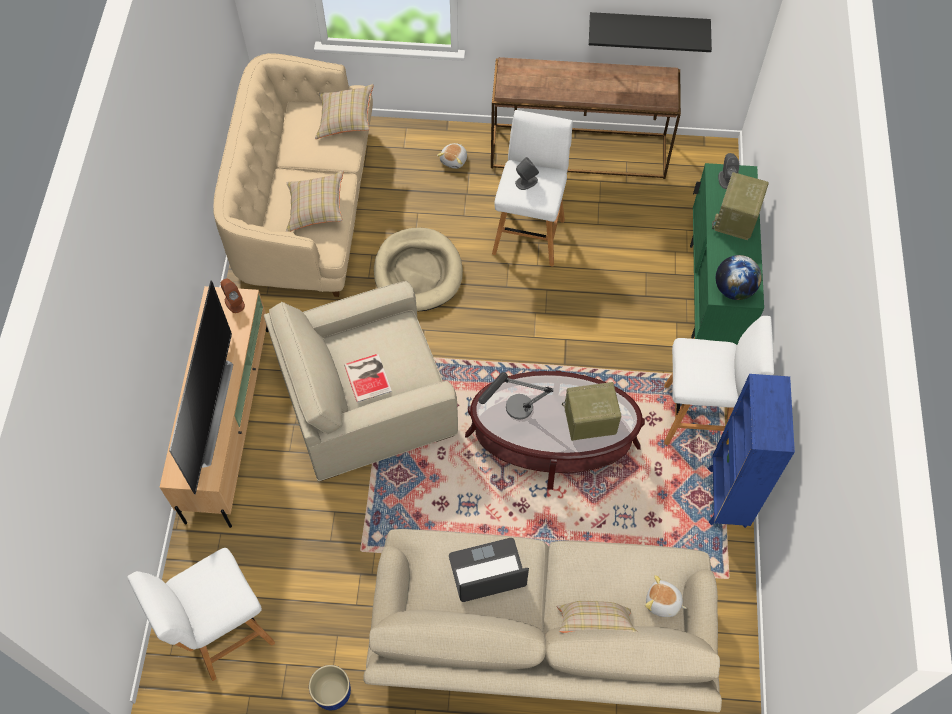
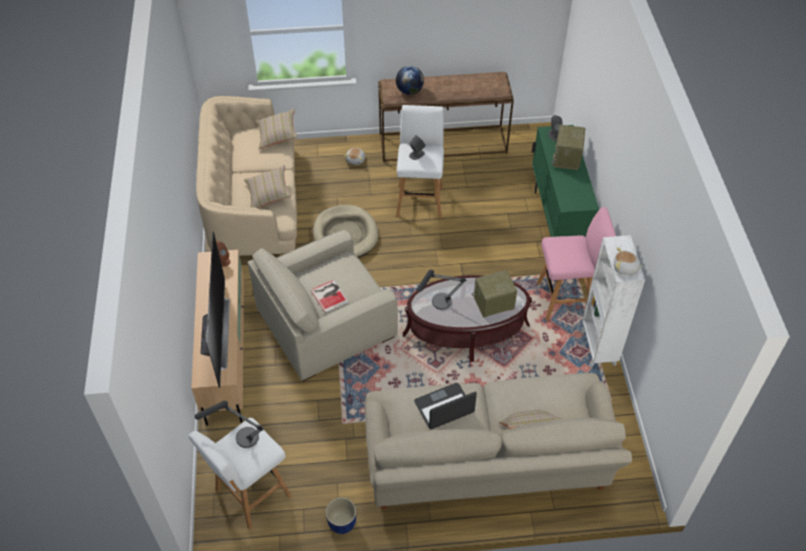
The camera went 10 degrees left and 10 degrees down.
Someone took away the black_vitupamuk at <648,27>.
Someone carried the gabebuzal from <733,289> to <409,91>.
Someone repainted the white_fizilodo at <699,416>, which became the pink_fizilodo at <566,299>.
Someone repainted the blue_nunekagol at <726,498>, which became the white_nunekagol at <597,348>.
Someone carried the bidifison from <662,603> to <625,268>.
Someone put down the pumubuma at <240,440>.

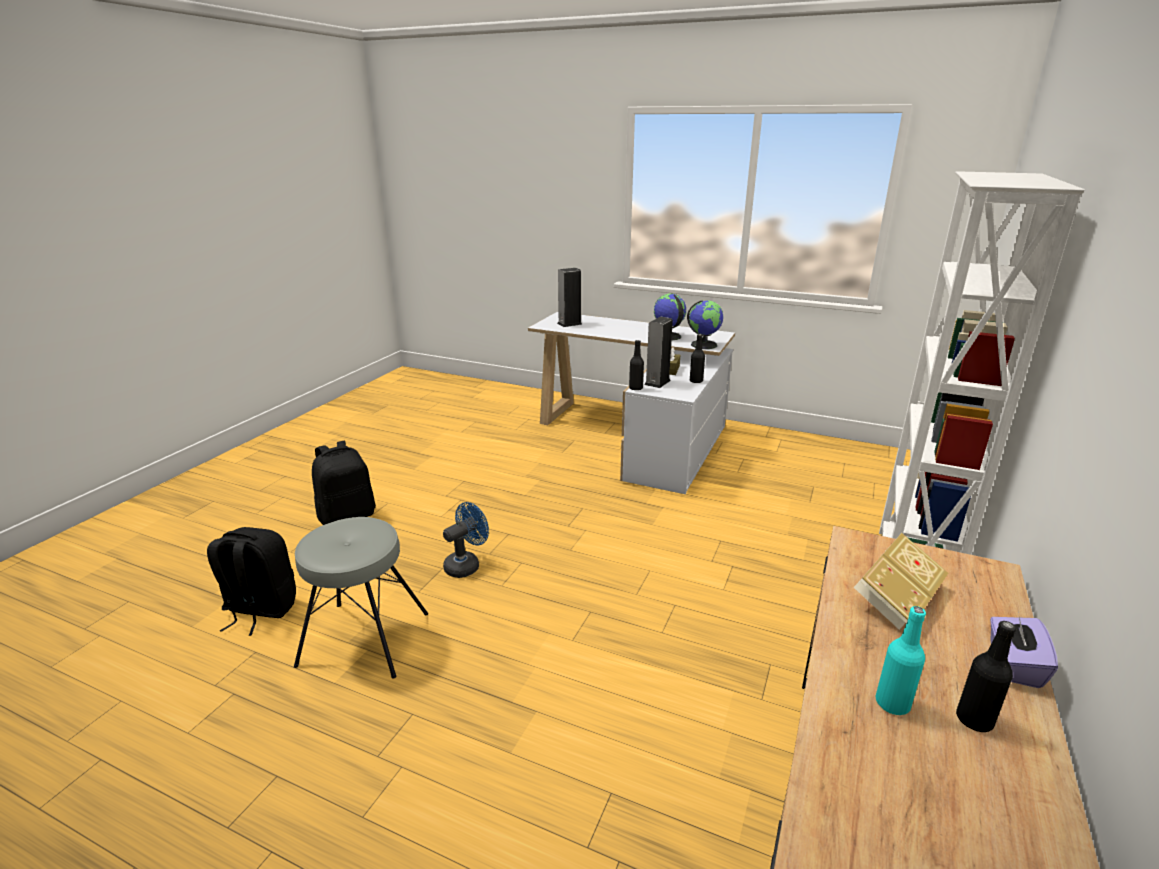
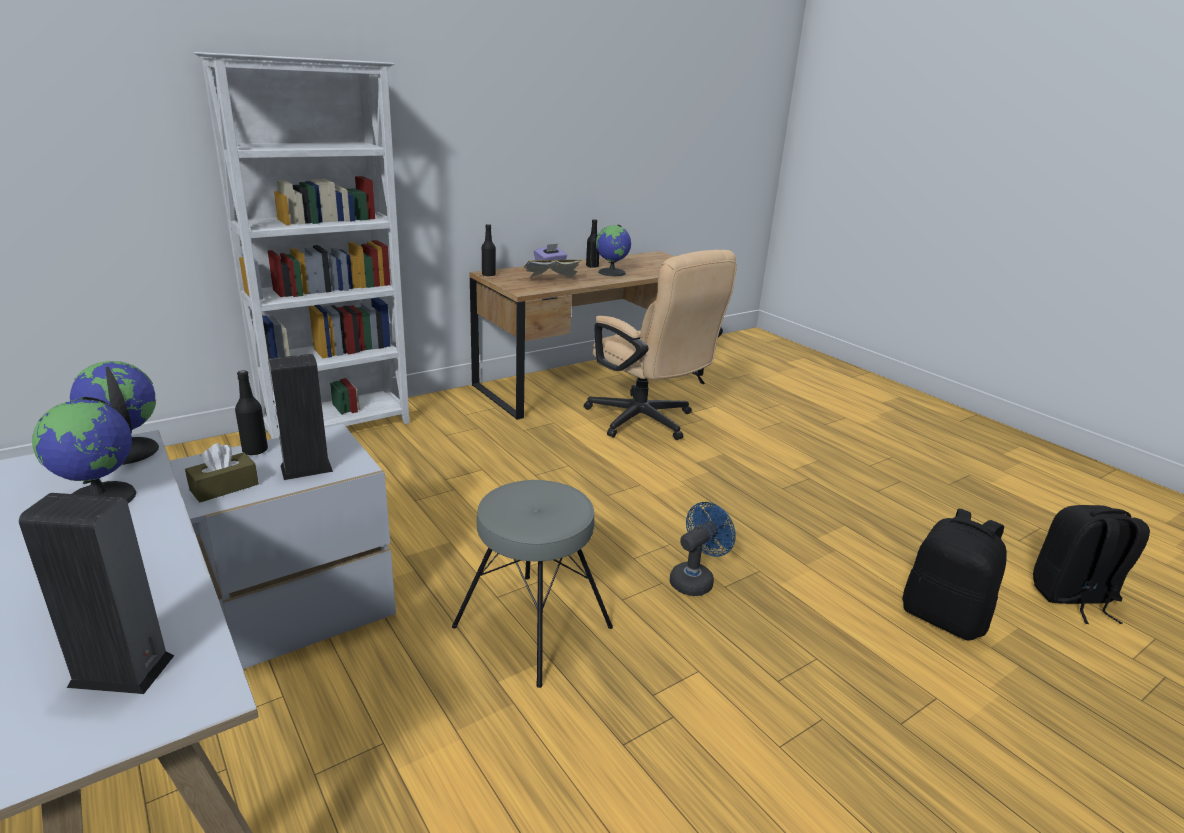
The camera went 150 degrees left and 0 degrees up.
Someone carried the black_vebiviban from <635,388> to <488,275>.
Someone carried the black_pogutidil from <347,516> to <1073,597>.
Someone rotated the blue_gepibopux at <466,565> by 150 degrees clockwise.
Someone carried the grey_fizilodo from <364,640> to <533,625>.
Someone swapped the turquoise_vebiviban at <892,703> for the gabebuzal at <612,272>.
Someone put down the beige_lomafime at <647,422>.

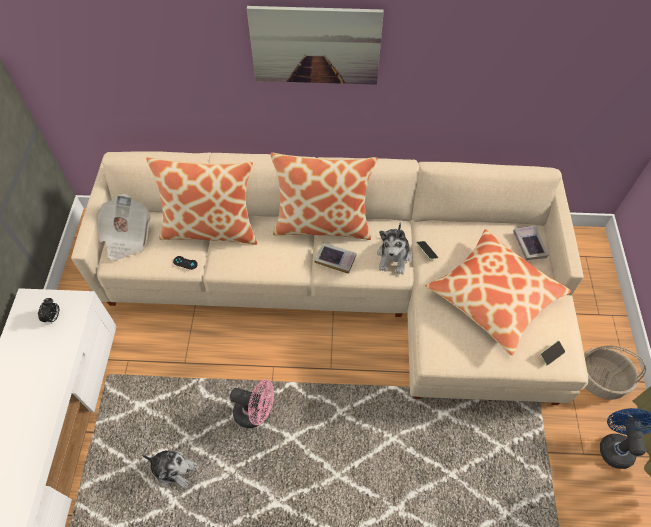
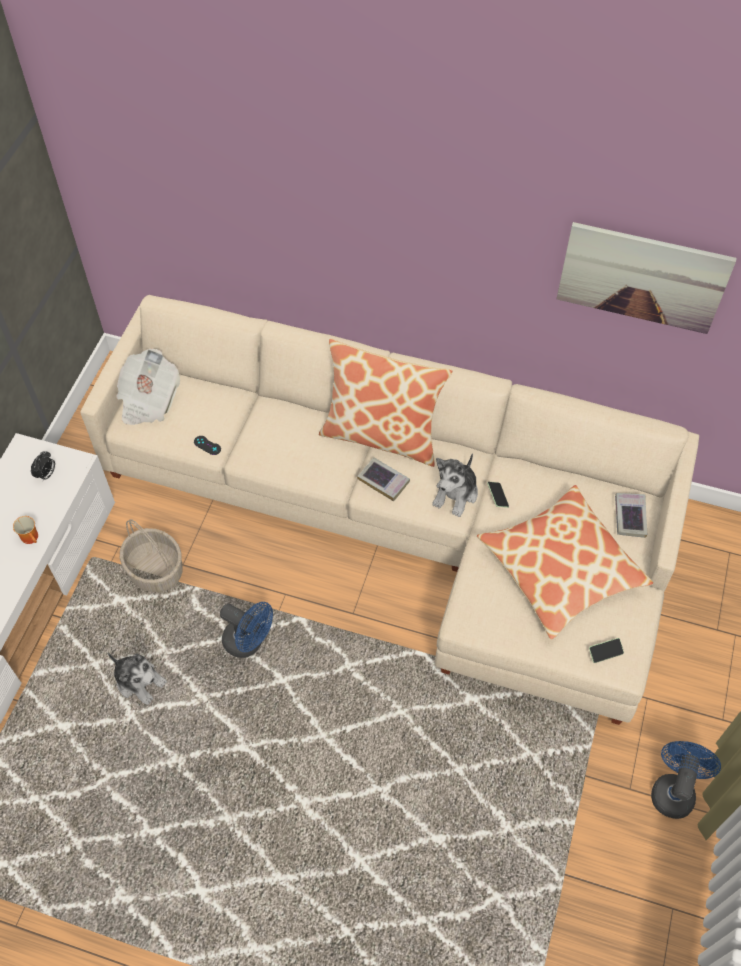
The camera went 15 degrees right and 0 degrees up.
Someone carried the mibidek from <315,45> to <642,277>.
Someone took away the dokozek at <211,228>.
Someone carried the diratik from <600,380> to <156,570>.
Someone repainted the pink_gepibopux at <255,413>, which became the blue_gepibopux at <249,643>.
Someone put down the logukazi at <32,537>.

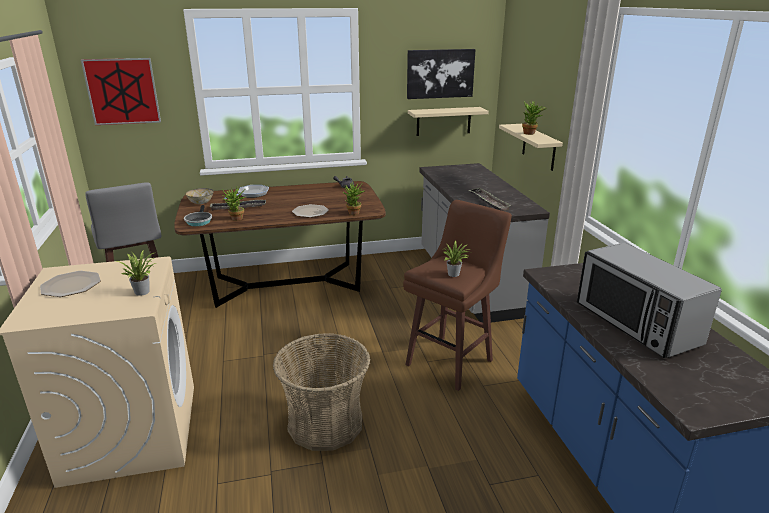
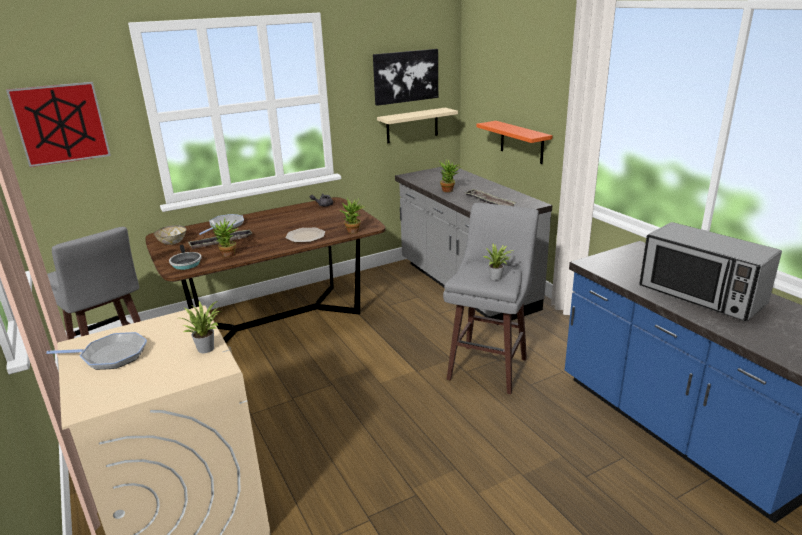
The camera went 15 degrees left and 0 degrees up.
Someone carried the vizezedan from <531,133> to <449,190>.
Someone repainted the beige_vitupamuk at <539,147>, which became the orange_vitupamuk at <521,142>.
Someone repainted the brown_fizilodo at <451,361>, which became the grey_fizilodo at <489,367>.
Someone swapped the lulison at <71,285> for the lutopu at <111,356>.
Someone took away the diratik at <325,423>.

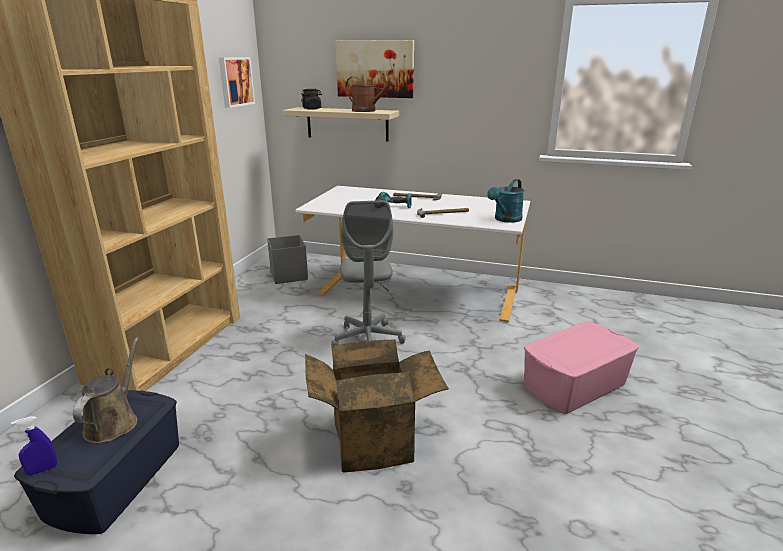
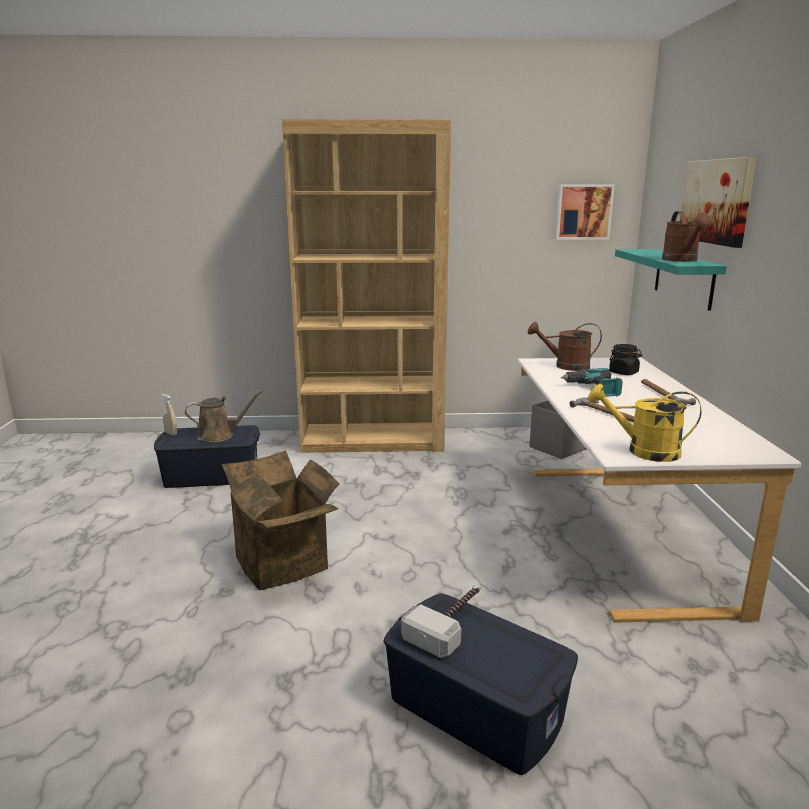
The camera went 70 degrees right and 5 degrees down.
Someone carried the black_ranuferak from <312,109> to <623,373>.
Someone repainted the beige_vitupamuk at <347,124>, which became the turquoise_vitupamuk at <683,278>.
Someone repainted the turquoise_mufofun at <505,219>, which became the yellow_mufofun at <643,451>.
Someone took away the grey_lomafime at <368,340>.
Someone repainted the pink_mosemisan at <574,384>, which became the blue_mosemisan at <476,707>.
Someone repainted the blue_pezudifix at <42,470>, which became the beige_pezudifix at <171,433>.
Someone put down the brown_mufofun at <565,366>.
Someone put down the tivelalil at <451,623>.

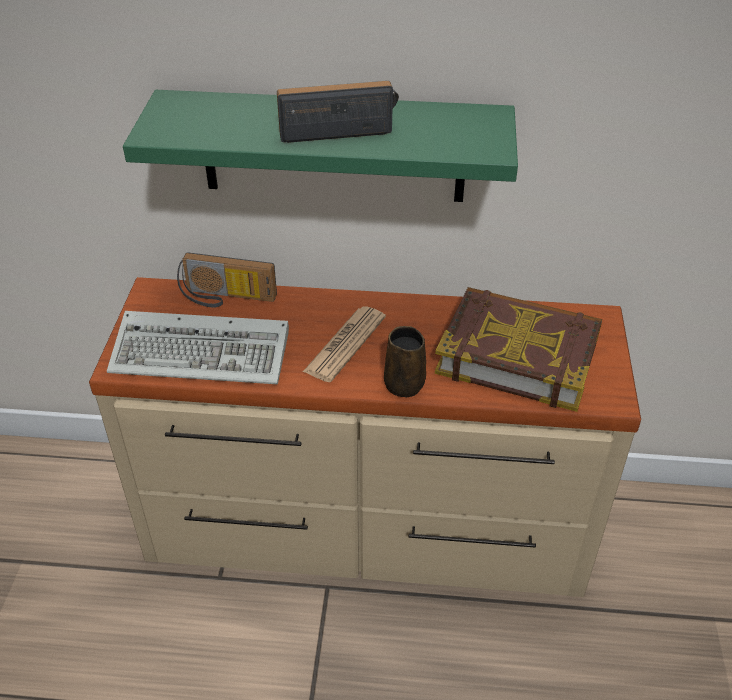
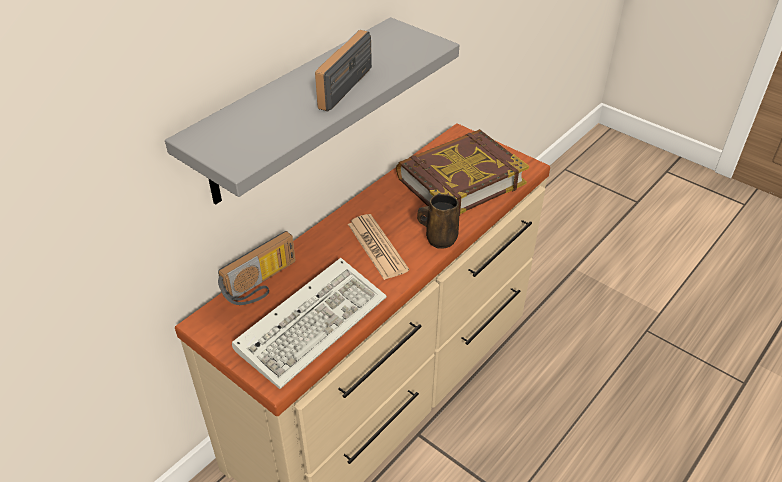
The camera went 55 degrees left and 0 degrees up.
Someone repainted the green_vitupamuk at <333,147>, which became the grey_vitupamuk at <294,112>.

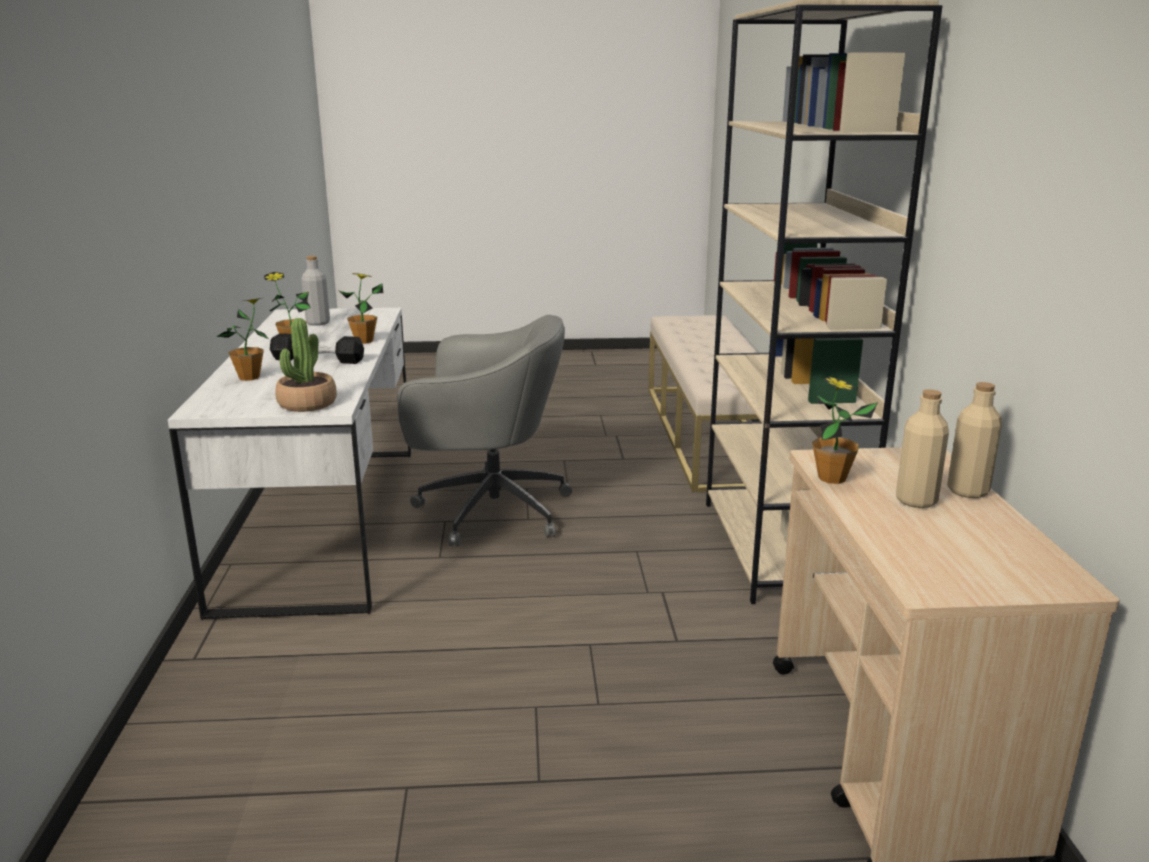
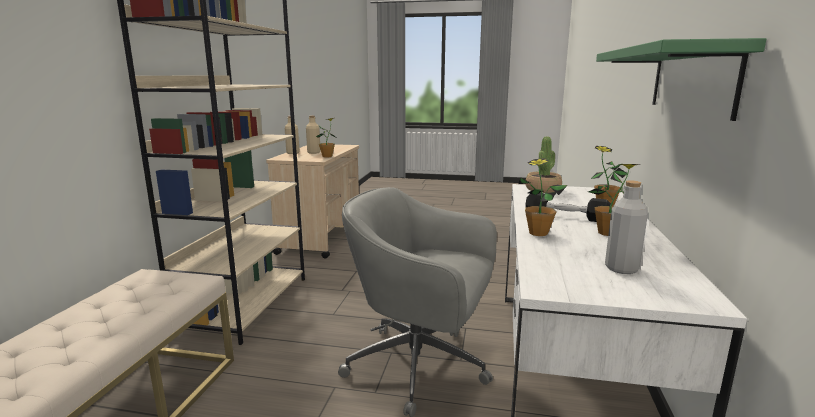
The camera went 165 degrees left and 5 degrees down.
Someone put up the green_vitupamuk at <691,80>.

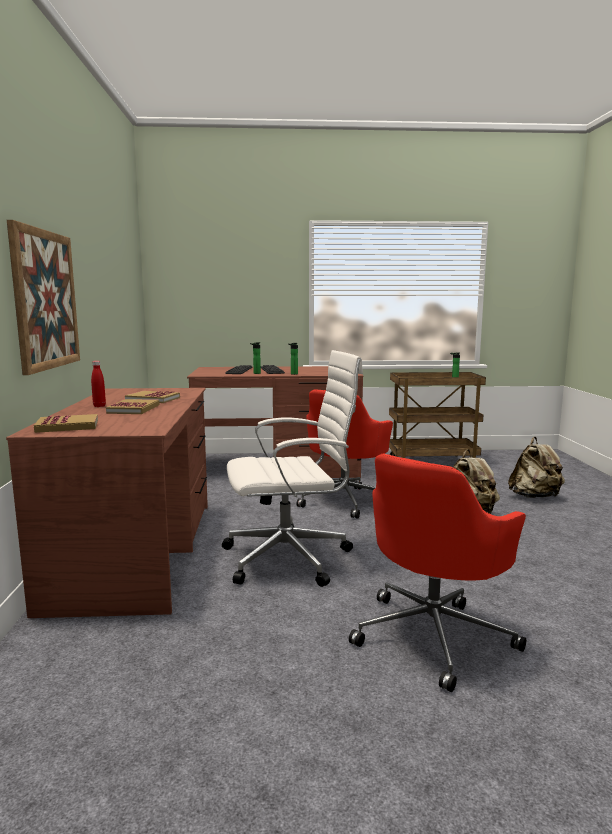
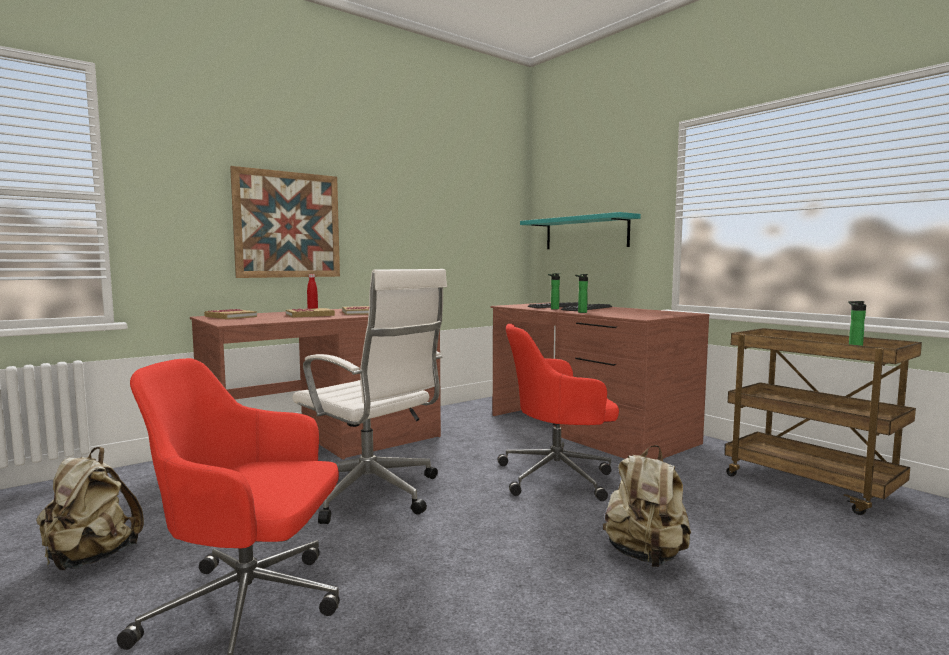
The camera went 55 degrees right and 5 degrees down.
Someone carried the beige_pogutidil from <534,496> to <90,559>.
Someone put up the turquoise_vitupamuk at <586,233>.

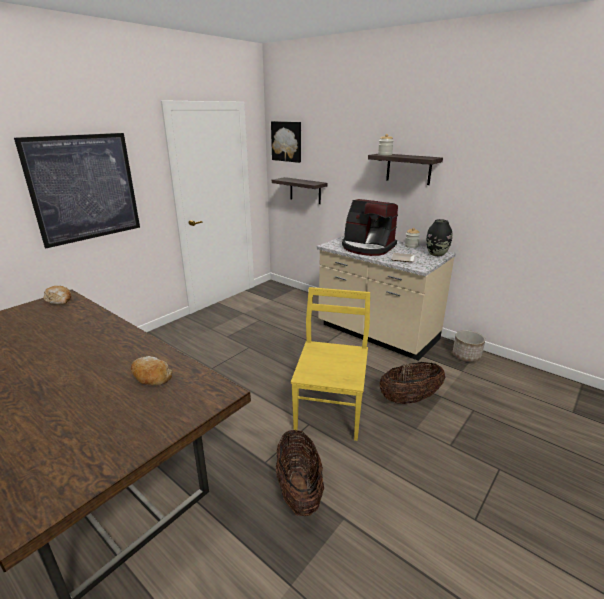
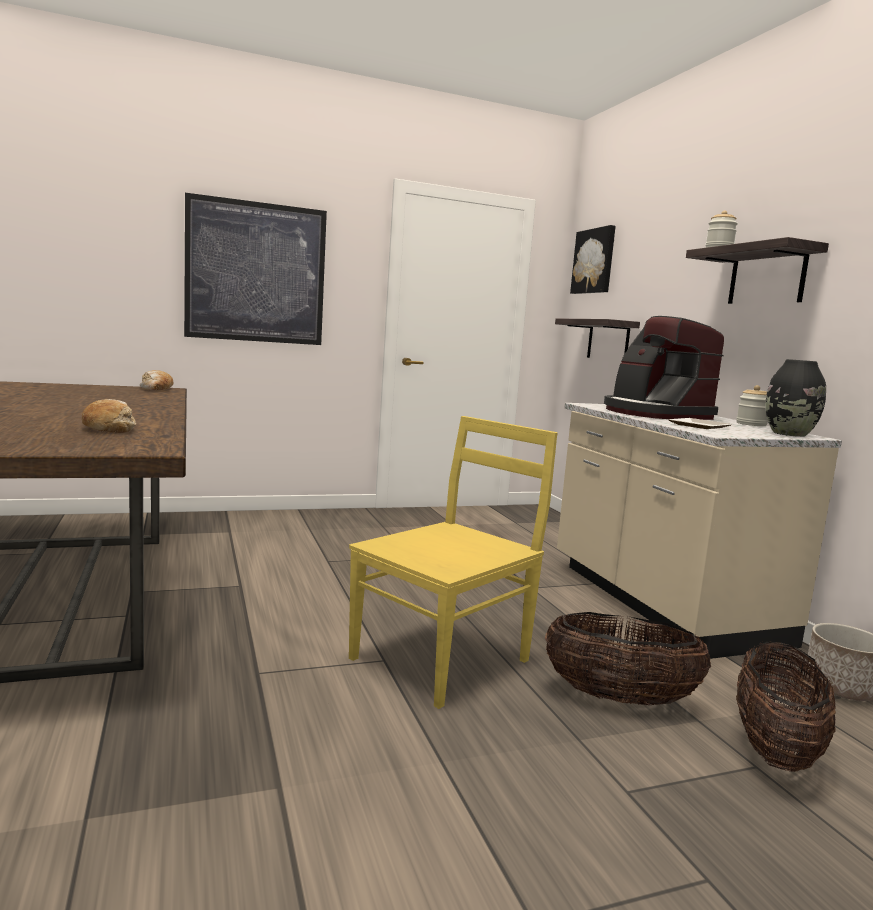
The camera went 30 degrees right and 15 degrees down.
Someone carried the diratik from <299,490> to <775,748>.

